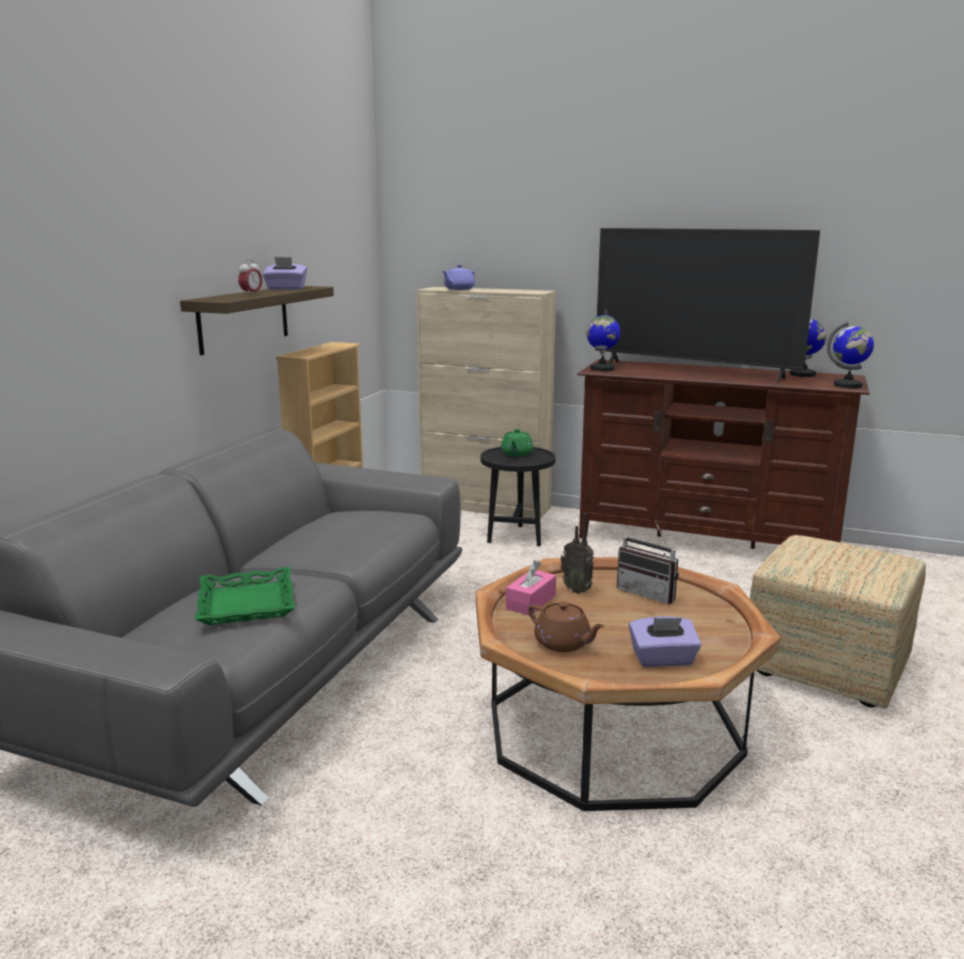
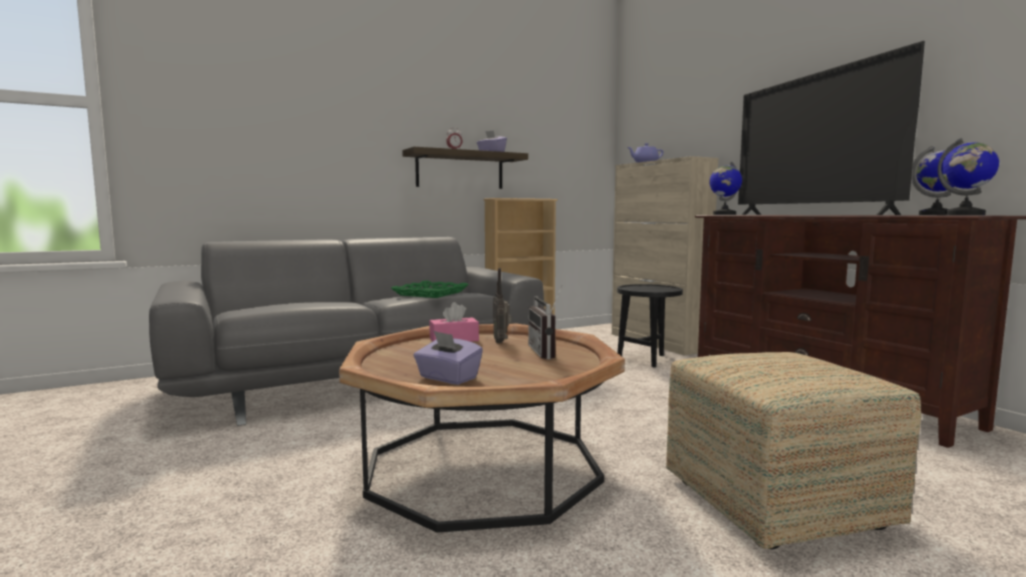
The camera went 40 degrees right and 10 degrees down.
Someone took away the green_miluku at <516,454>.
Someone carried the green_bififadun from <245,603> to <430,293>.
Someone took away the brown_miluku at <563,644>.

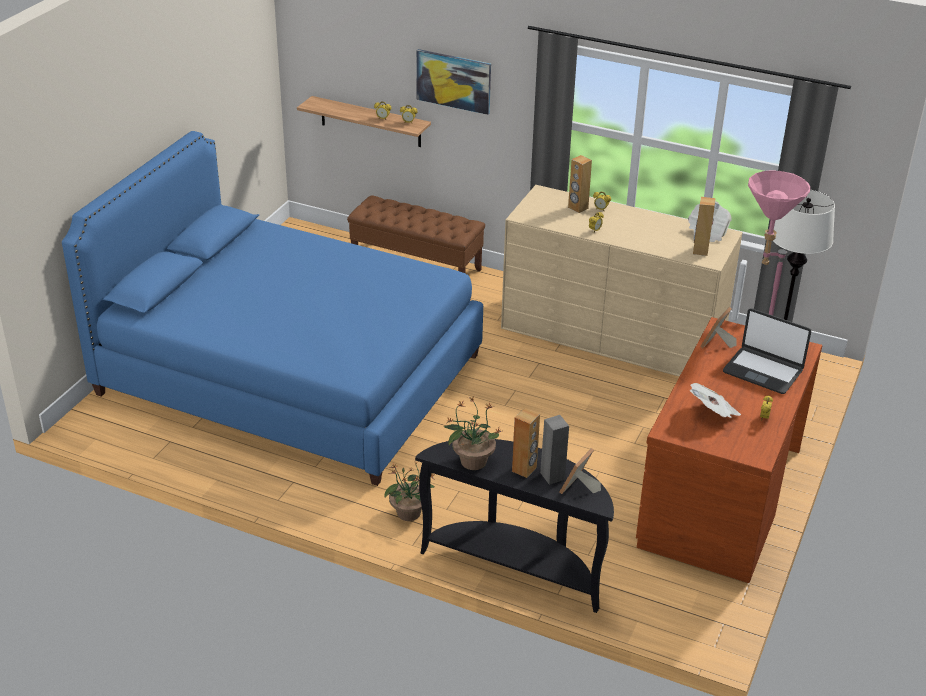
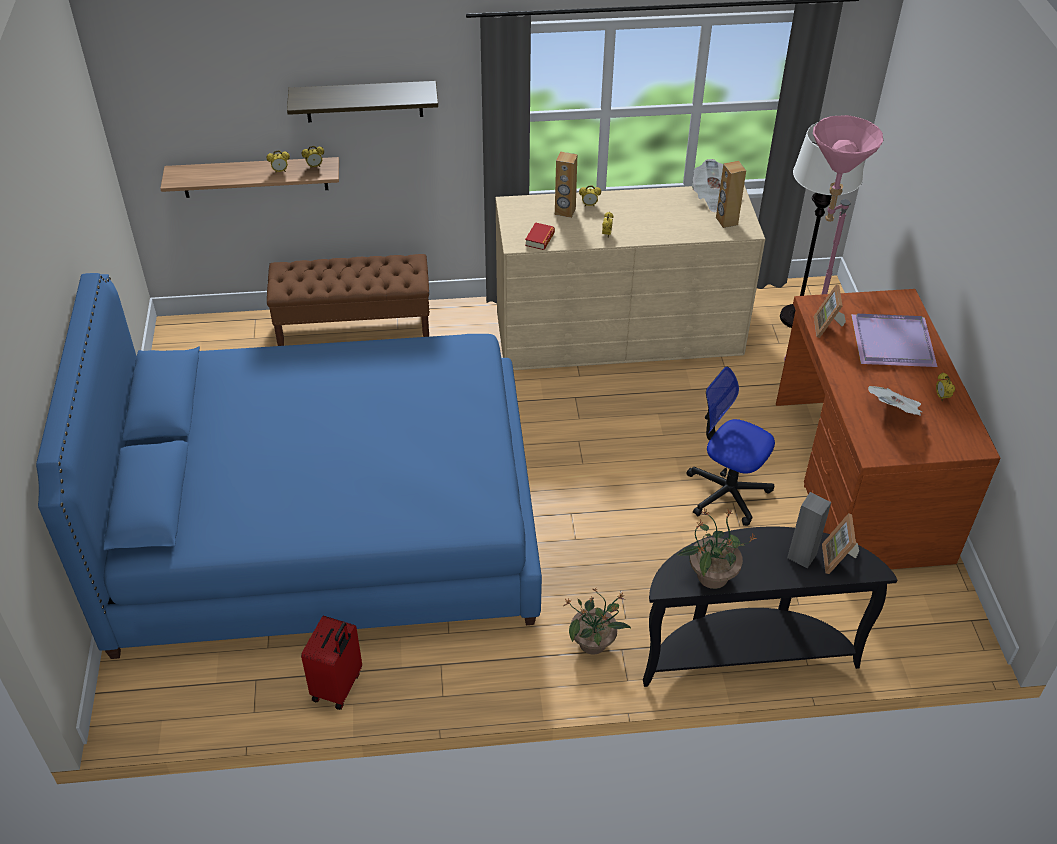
The camera went 30 degrees left and 10 degrees up.
Someone swapped the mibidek at <454,81> for the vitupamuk at <364,101>.
Someone swapped the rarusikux at <763,371> for the purple_bififadun at <893,341>.
Someone took away the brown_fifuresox at <524,469>.
Someone put down the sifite at <540,239>.
Someone put down the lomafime at <727,492>.
Someone put down the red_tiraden at <338,687>.

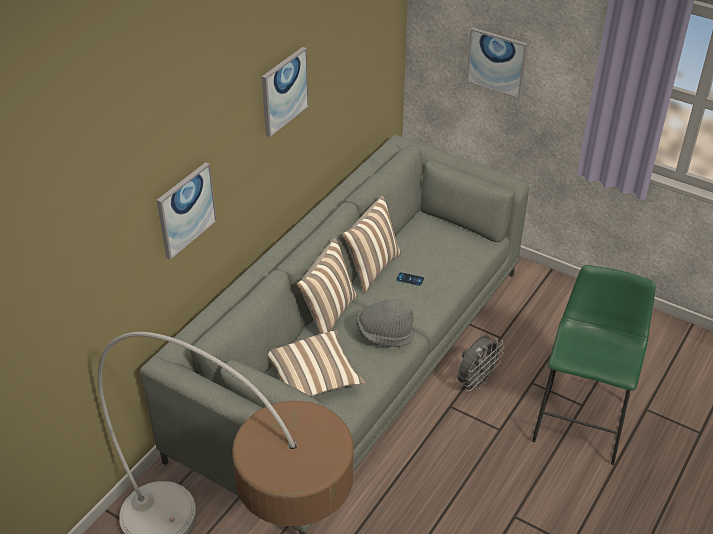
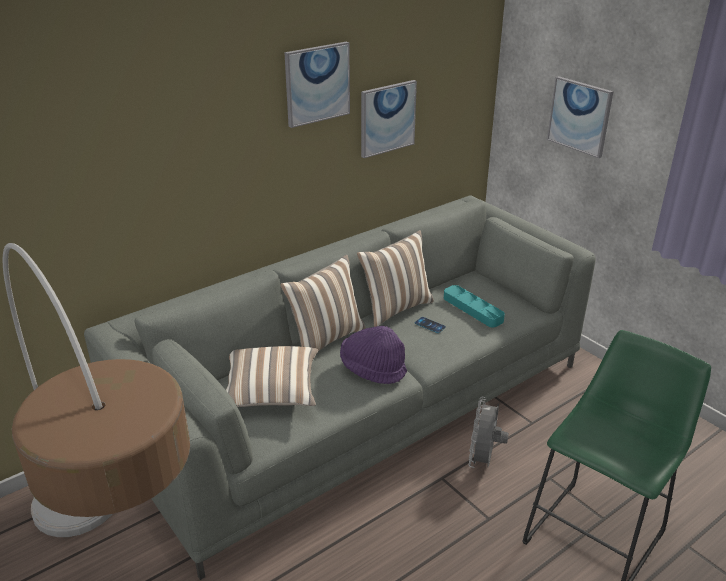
The camera went 20 degrees right and 10 degrees down.
Someone carried the mibidek from <185,210> to <387,118>.
Someone repainted the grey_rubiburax at <384,335>, which became the purple_rubiburax at <372,369>.
Someone rotated the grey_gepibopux at <476,382> by 135 degrees clockwise.
Someone put down the turquoise_bififadun at <472,309>.

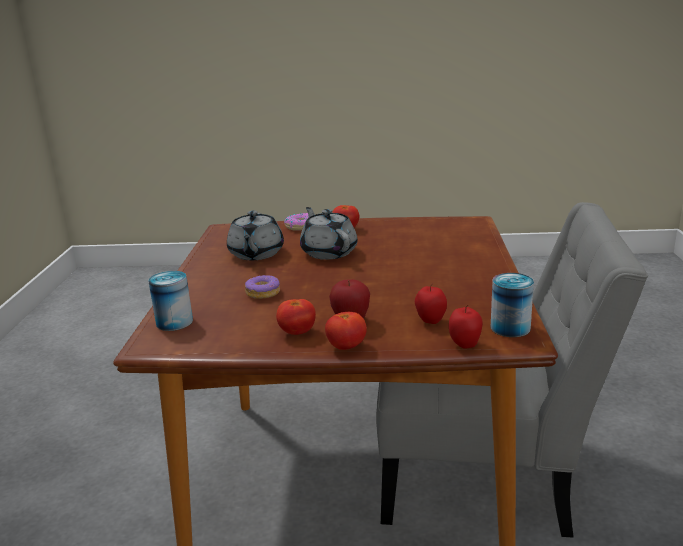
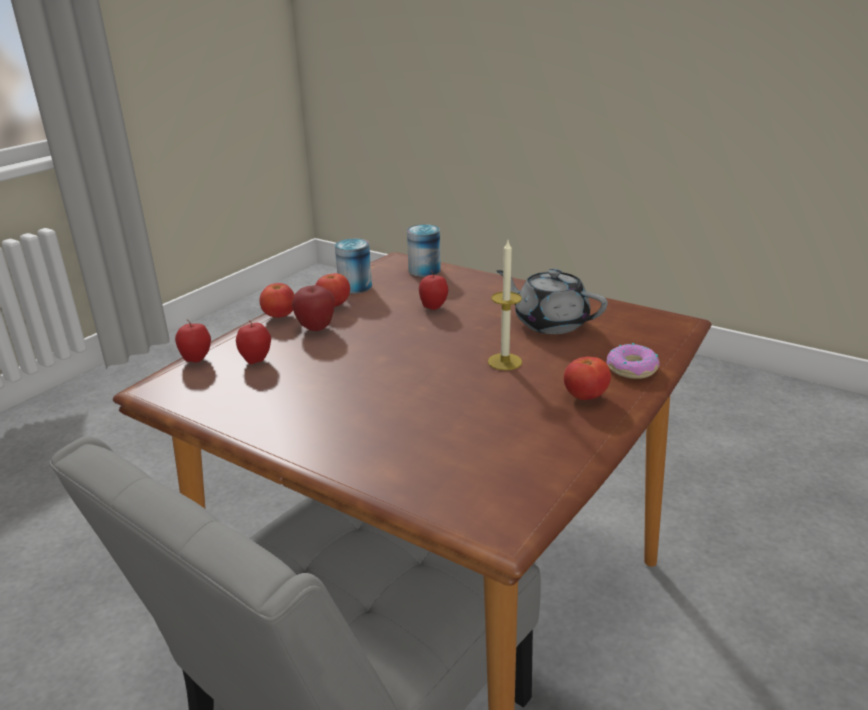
The camera went 120 degrees right and 5 degrees up.
Someone swapped the grey_miluku at <328,252> for the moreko at <504,362>.
Someone carried the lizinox from <510,328> to <355,286>.
Someone swapped the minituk at <263,293> for the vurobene at <433,308>.

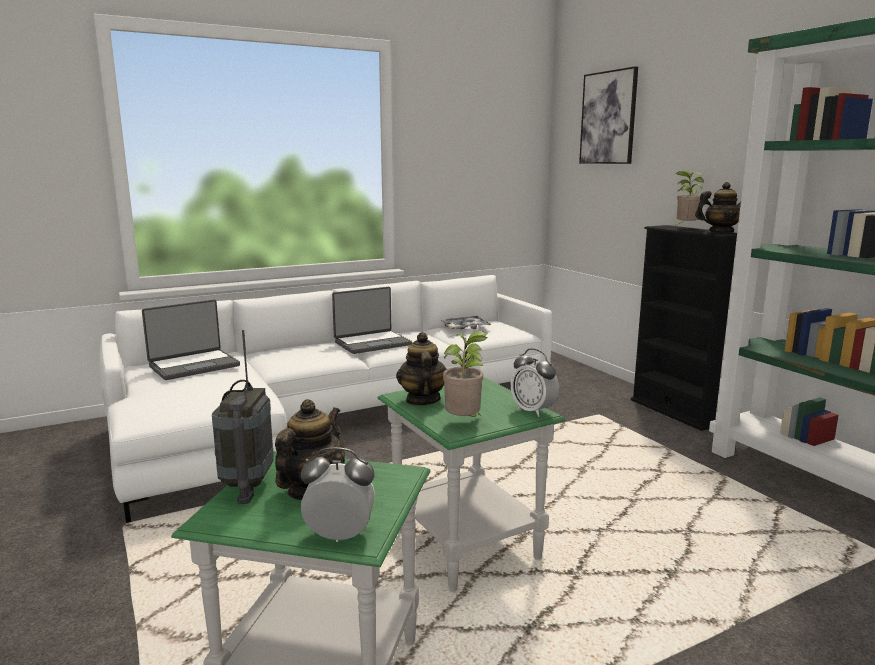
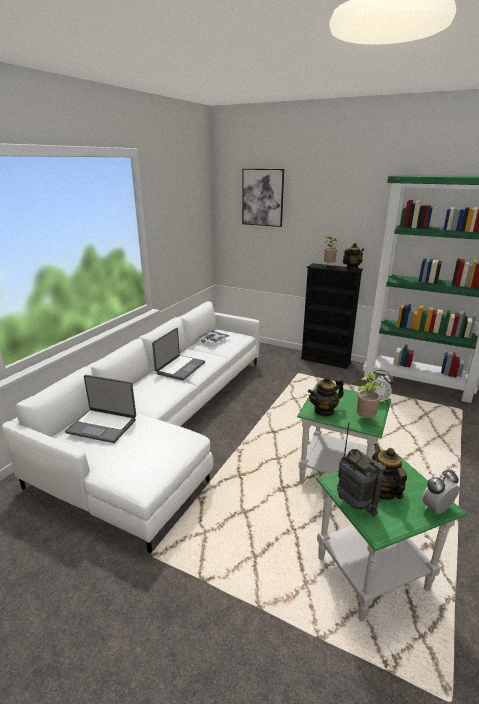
The camera went 35 degrees left and 10 degrees up.
Someone rotated the rarusikux at <194,365> by 90 degrees clockwise.
Someone rotated the miluku at <422,400> by 75 degrees counterclockwise.

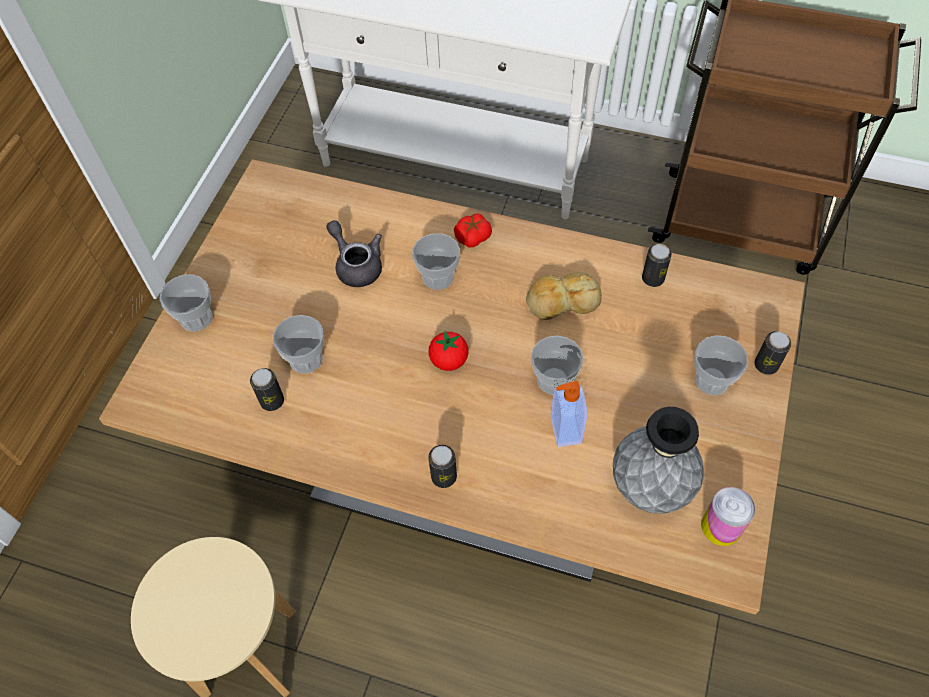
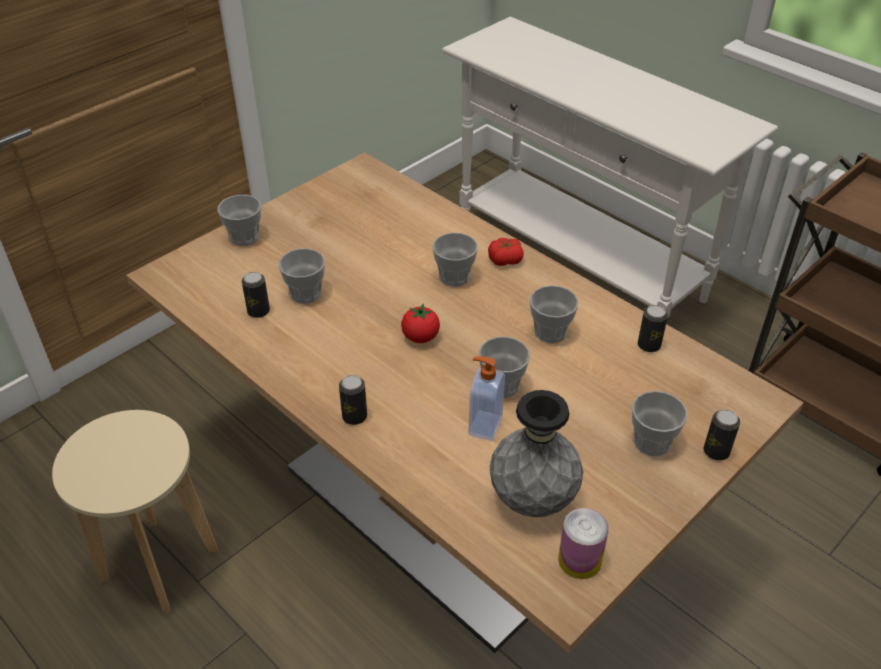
The camera went 25 degrees right and 15 degrees down.
Someone took away the grey_miluku at <356,265>.
Someone swapped the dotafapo at <562,302> for the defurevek at <550,332>.

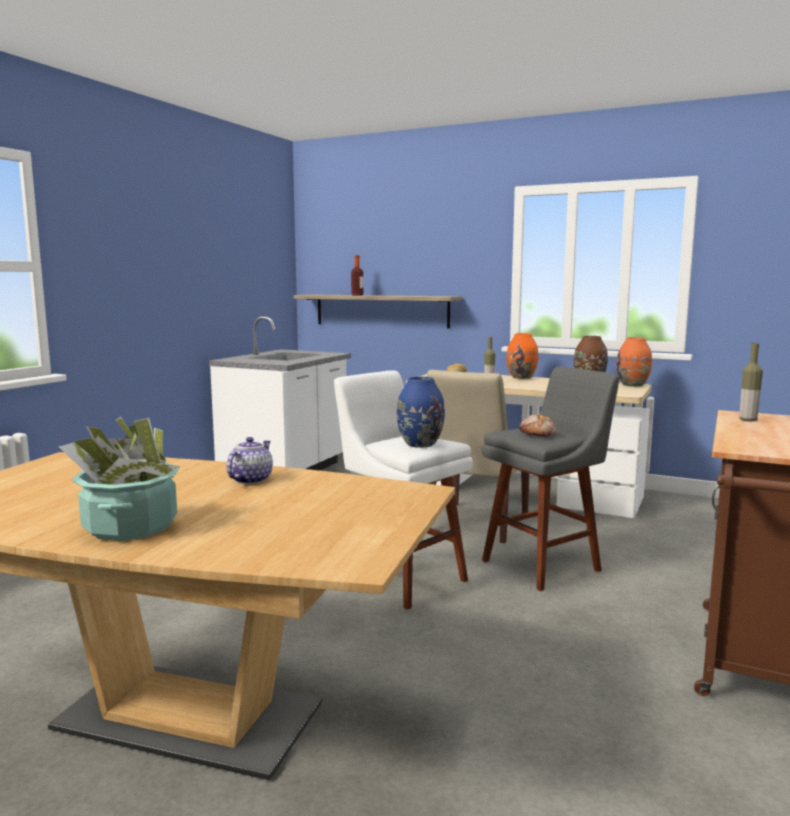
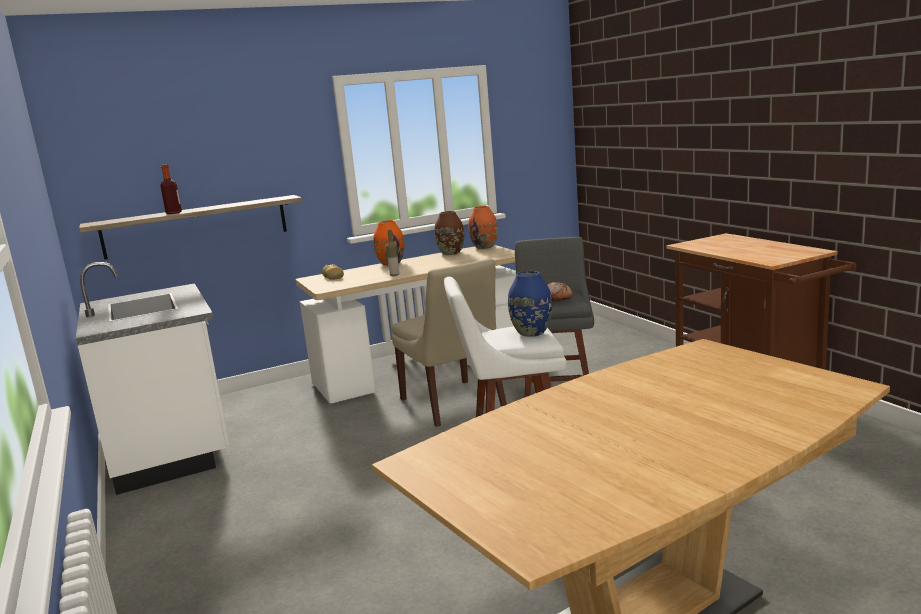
The camera went 50 degrees left and 5 degrees up.
Someone took away the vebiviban at <747,420>.
Someone took away the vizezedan at <130,526>.
Someone took away the miluku at <250,480>.

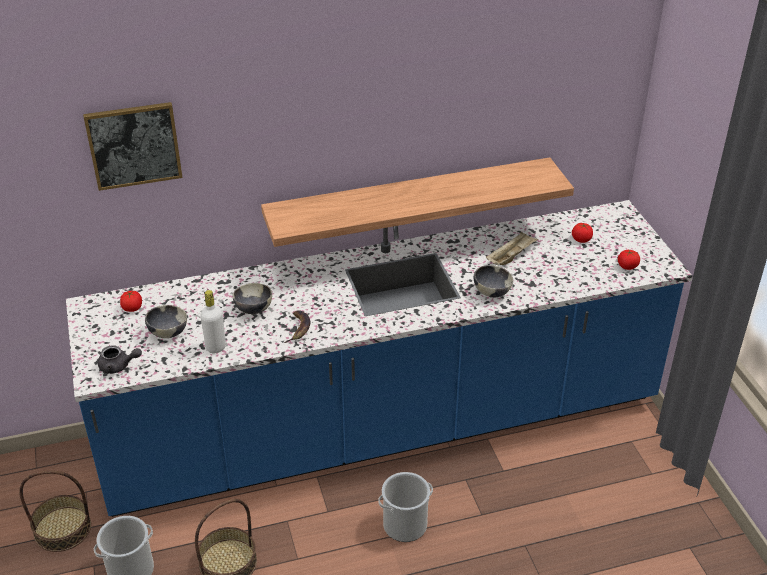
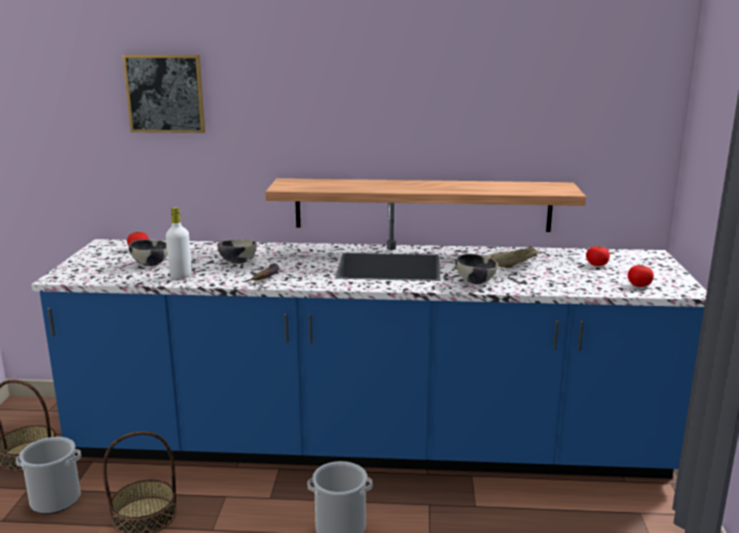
The camera went 20 degrees right and 20 degrees down.
Someone took away the grey_miluku at <118,366>.

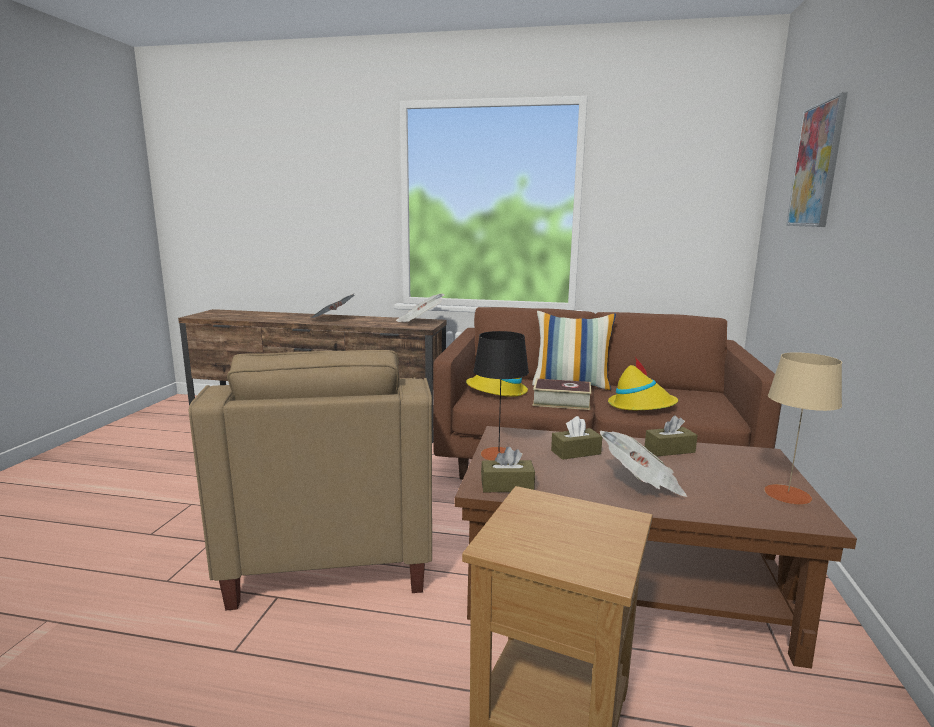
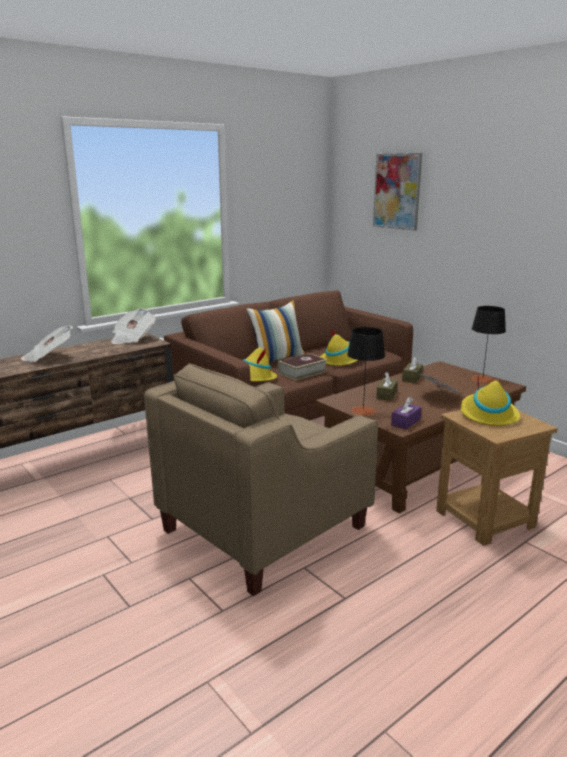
The camera went 50 degrees left and 5 degrees up.
Someone rotated the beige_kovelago at <332,542> by 105 degrees clockwise.
Someone repainted the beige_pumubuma at <787,494>, which became the black_pumubuma at <482,379>.
Someone repainted the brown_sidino at <507,486>, which became the purple_sidino at <405,422>.
Someone put down the yellow_rubiburax at <488,414>.

